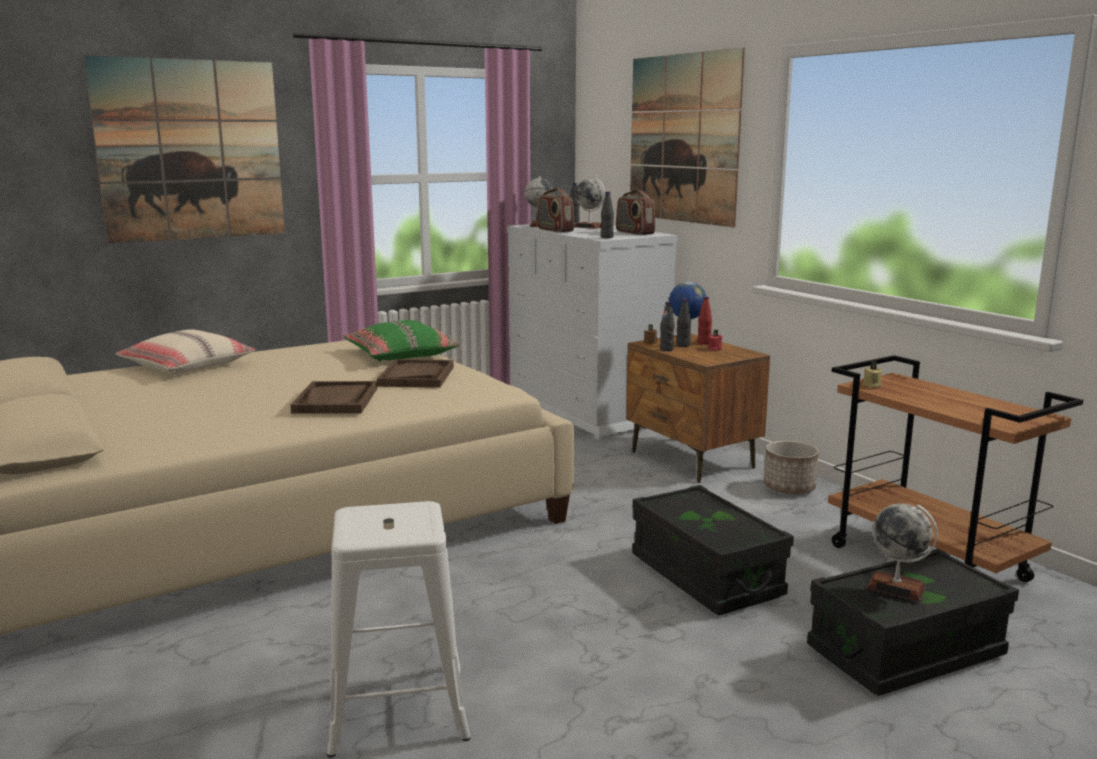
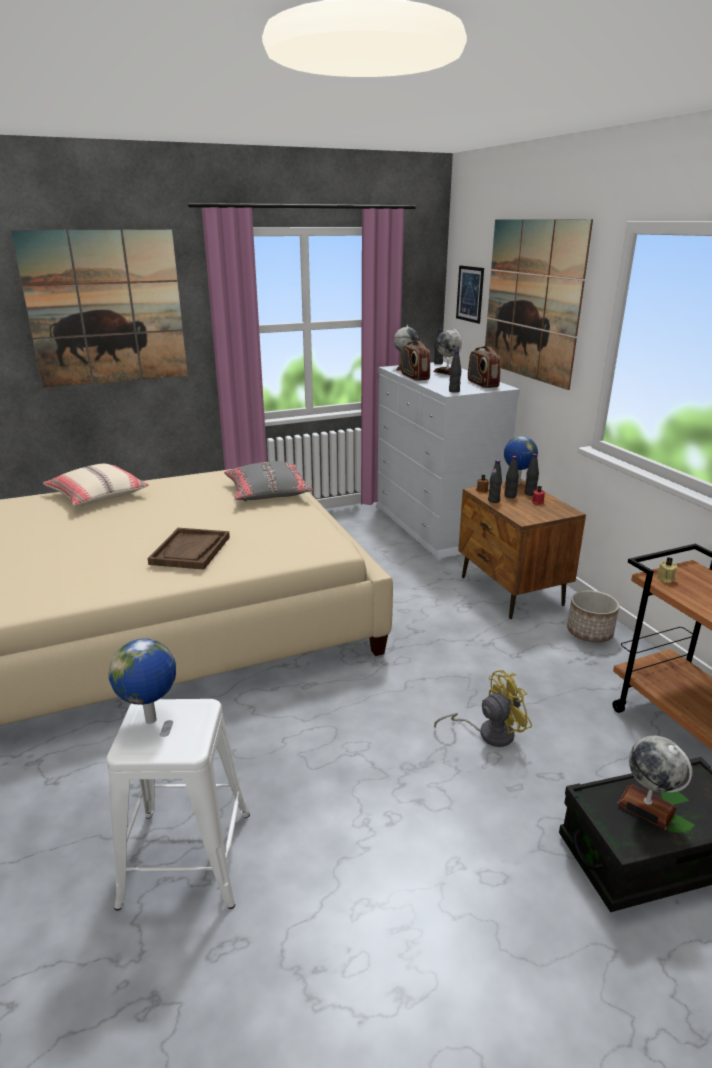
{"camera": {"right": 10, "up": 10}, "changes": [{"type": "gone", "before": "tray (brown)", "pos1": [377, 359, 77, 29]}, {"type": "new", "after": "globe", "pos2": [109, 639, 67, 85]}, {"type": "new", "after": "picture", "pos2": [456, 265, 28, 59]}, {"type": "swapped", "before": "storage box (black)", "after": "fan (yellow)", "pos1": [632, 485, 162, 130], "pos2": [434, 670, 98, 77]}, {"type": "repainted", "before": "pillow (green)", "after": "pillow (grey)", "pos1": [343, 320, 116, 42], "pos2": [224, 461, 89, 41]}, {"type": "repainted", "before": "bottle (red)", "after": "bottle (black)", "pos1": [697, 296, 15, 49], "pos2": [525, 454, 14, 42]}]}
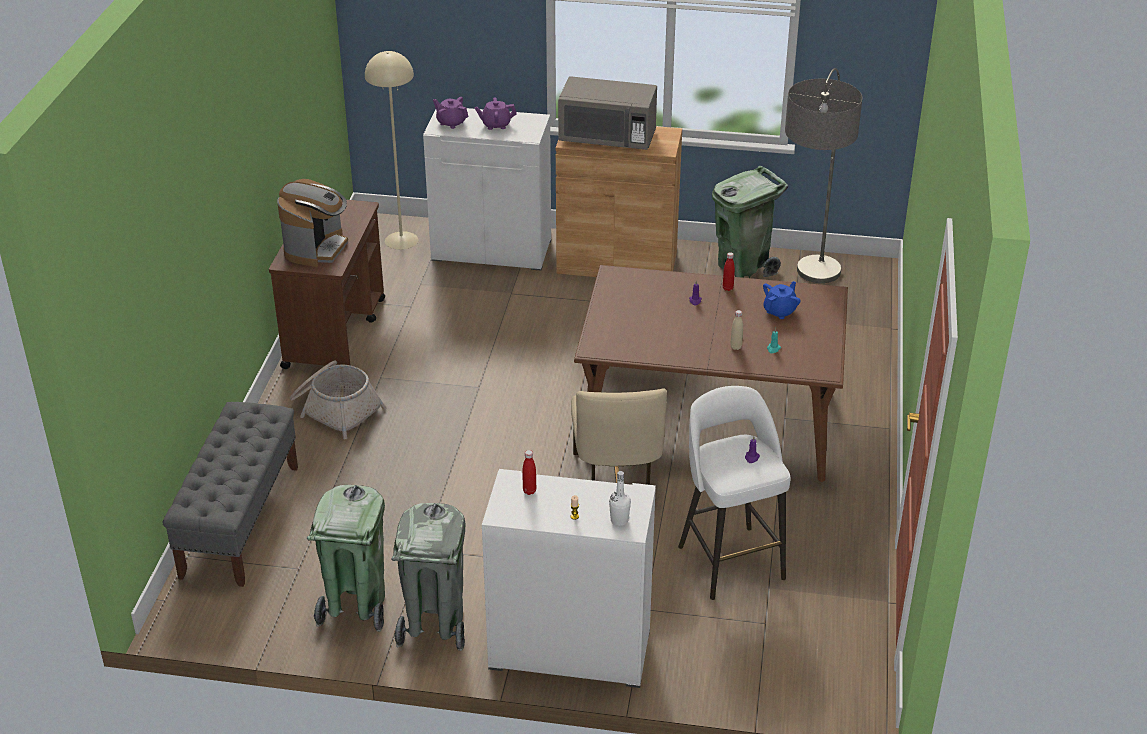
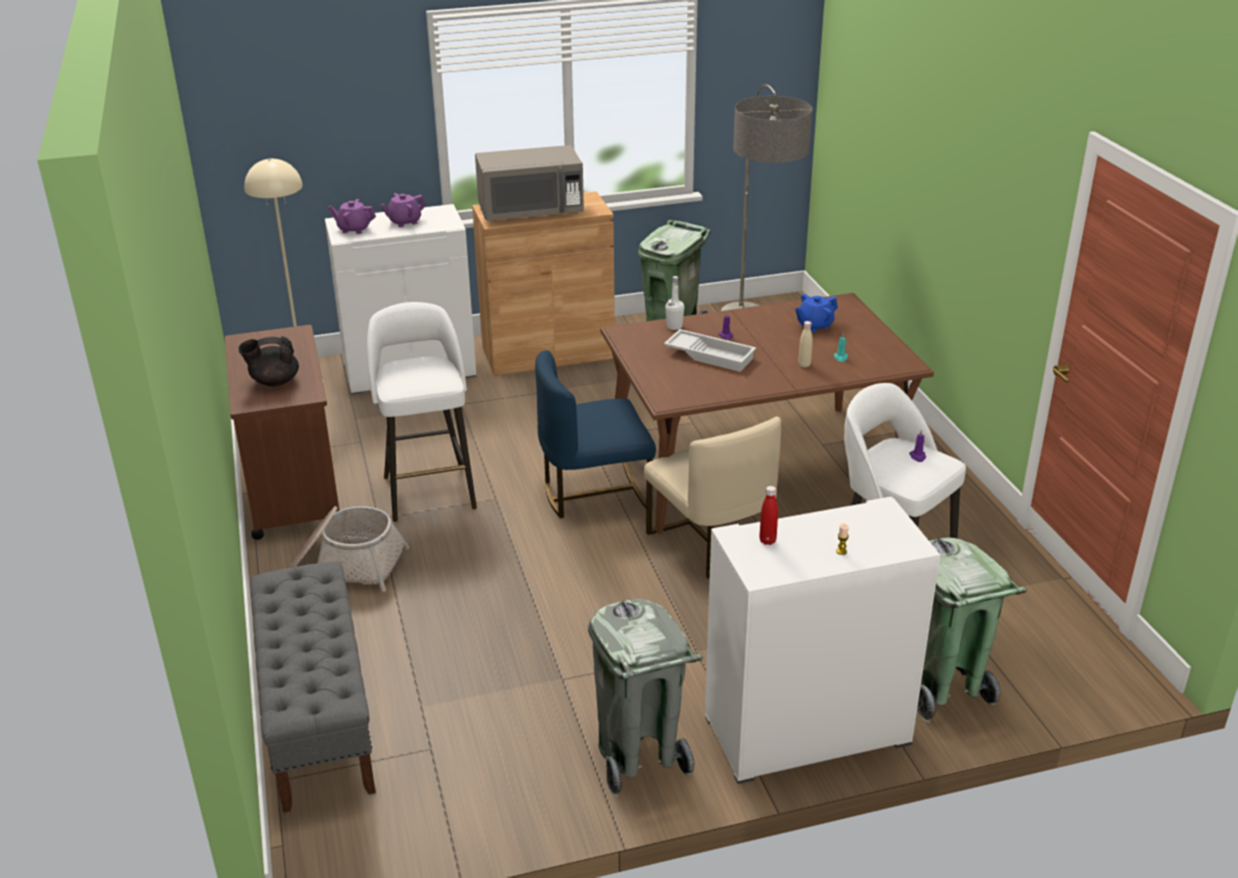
{"camera": {"right": -25, "up": -5}, "changes": [{"type": "gone", "before": "bottle (red)", "pos1": [723, 252, 12, 39]}, {"type": "new", "after": "stool (white)", "pos2": [367, 302, 110, 220]}, {"type": "new", "after": "chair (blue)", "pos2": [535, 350, 121, 168]}, {"type": "new", "after": "tray (white)", "pos2": [664, 329, 92, 43]}, {"type": "shifted", "before": "trash can (green)", "pos1": [307, 485, 78, 147], "pos2": [917, 538, 110, 185]}, {"type": "shifted", "before": "bottle (white)", "pos1": [609, 471, 22, 55], "pos2": [665, 276, 19, 54]}, {"type": "swapped", "before": "coffee machine", "after": "teapot (black)", "pos1": [277, 179, 71, 88], "pos2": [238, 336, 61, 51]}, {"type": "rotated", "before": "teapot (blue)", "pos1": [763, 281, 38, 38], "pos2": [795, 294, 43, 38], "turn": -135}]}
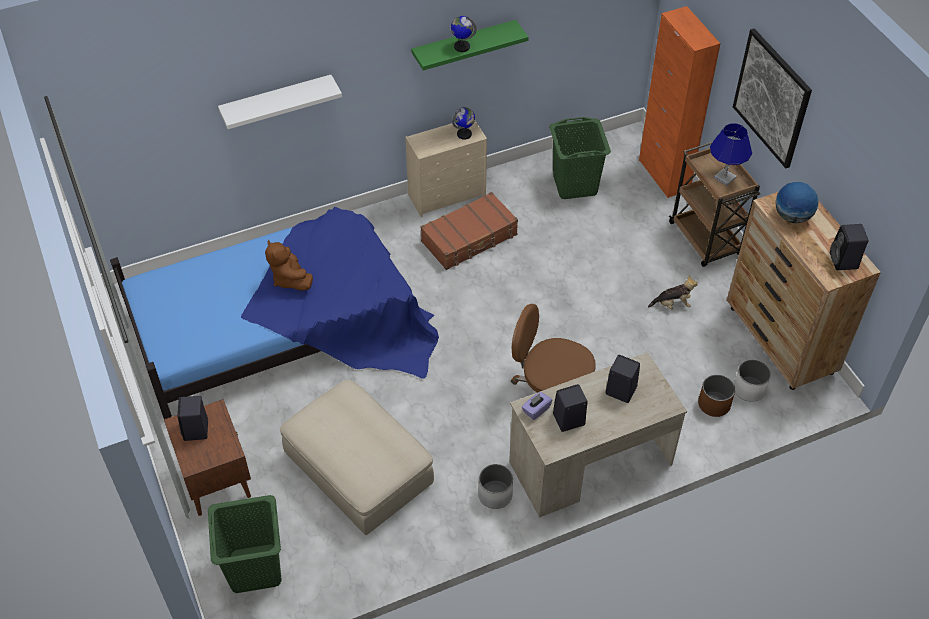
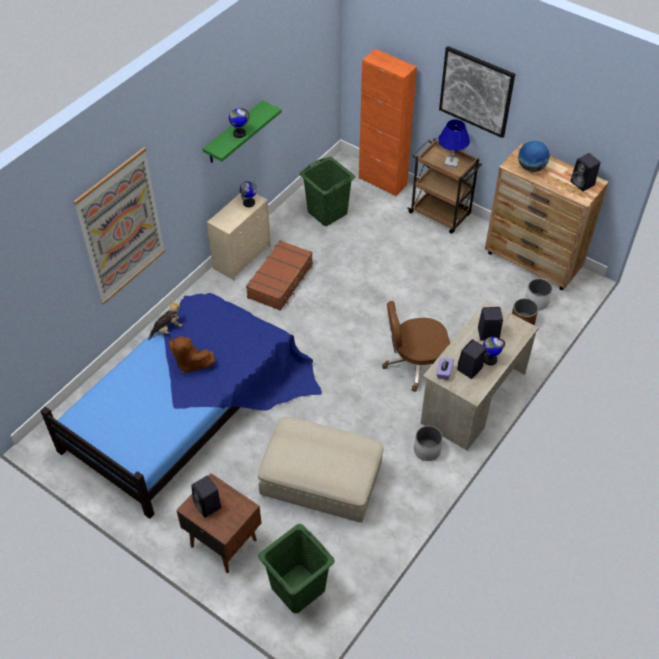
{"camera": {"right": -30, "up": 0}, "changes": [{"type": "new", "after": "globe", "pos2": [483, 337, 22, 28]}, {"type": "shifted", "before": "plush toy", "pos1": [648, 275, 50, 34], "pos2": [148, 301, 34, 39]}, {"type": "swapped", "before": "shelf (white)", "after": "picture", "pos1": [218, 75, 124, 54], "pos2": [73, 147, 92, 158]}]}
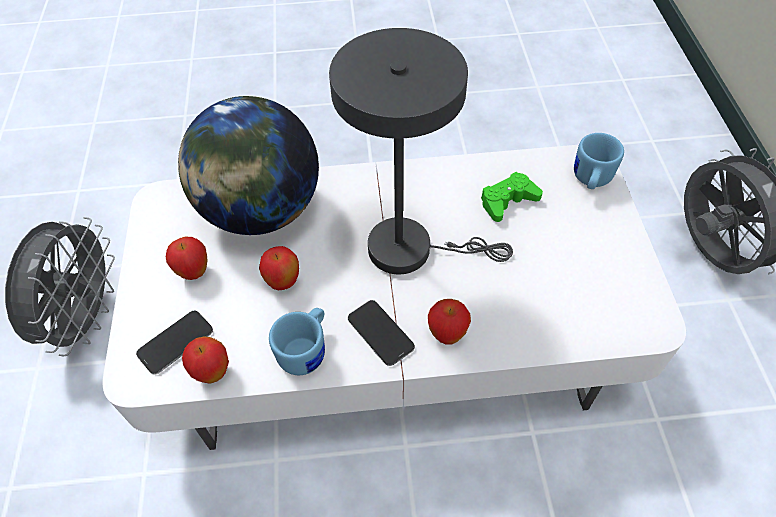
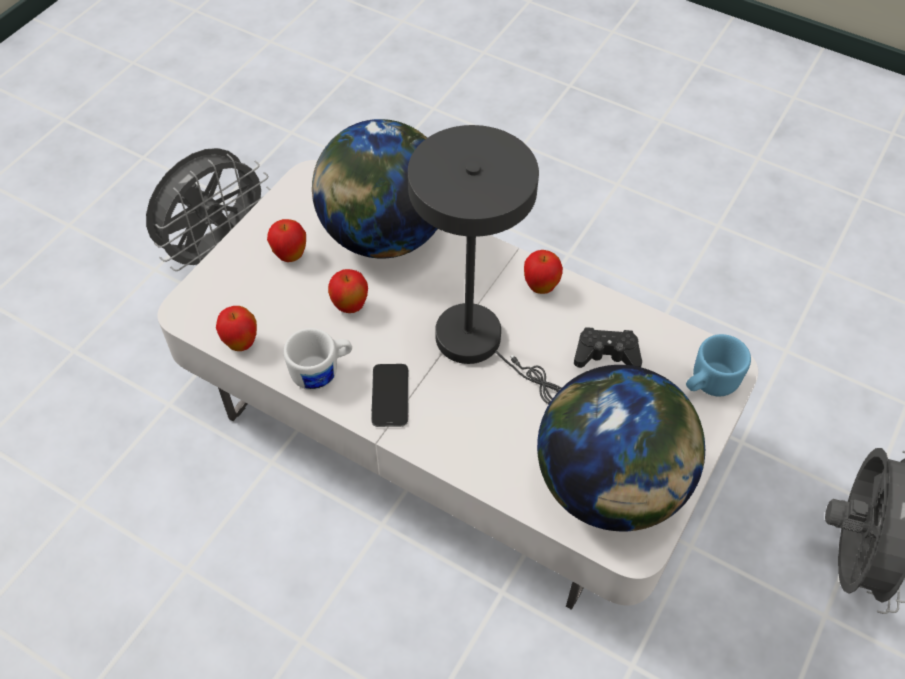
{"camera": {"right": 35, "up": 0}, "changes": [{"type": "gone", "before": "phone", "pos1": [136, 310, 77, 65]}, {"type": "new", "after": "globe", "pos2": [537, 365, 168, 166]}, {"type": "shifted", "before": "apple", "pos1": [428, 299, 43, 45], "pos2": [524, 250, 39, 44]}, {"type": "repainted", "before": "mug (blue)", "after": "mug (white)", "pos1": [269, 308, 56, 67], "pos2": [284, 328, 68, 62]}, {"type": "repainted", "before": "game controller (green)", "after": "game controller (black)", "pos1": [481, 172, 62, 50], "pos2": [574, 327, 68, 41]}]}
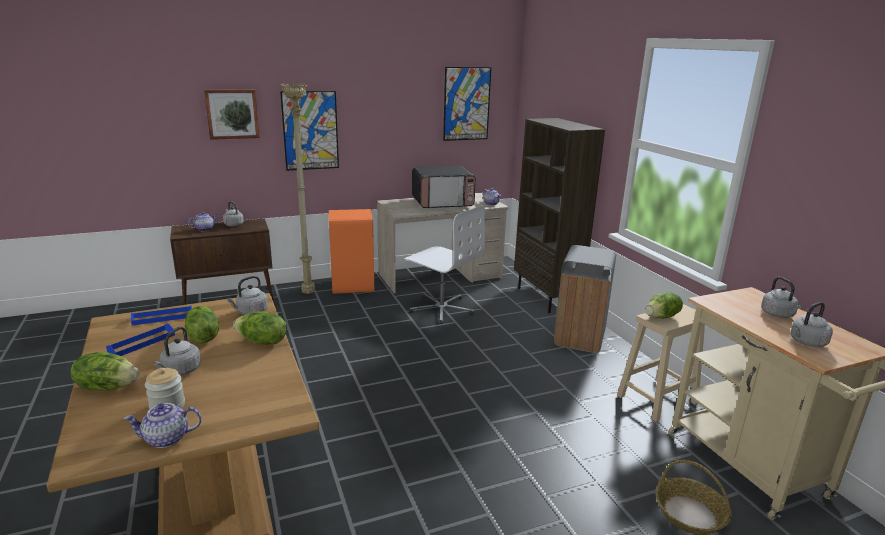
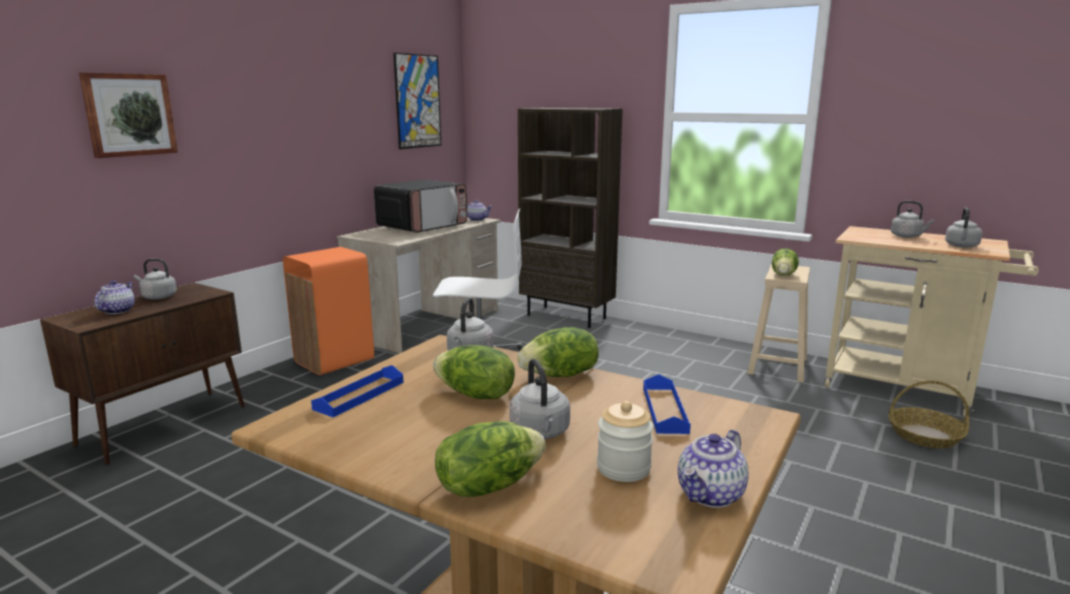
{"camera": {"right": -35, "up": -5}, "changes": [{"type": "gone", "before": "floor lamp (beige)", "pos1": [280, 83, 35, 211]}, {"type": "gone", "before": "picture", "pos1": [280, 91, 59, 80]}, {"type": "gone", "before": "trash can (grey)", "pos1": [554, 245, 62, 108]}, {"type": "shifted", "before": "tray (blue)", "pos1": [106, 324, 69, 32], "pos2": [643, 374, 48, 60]}]}
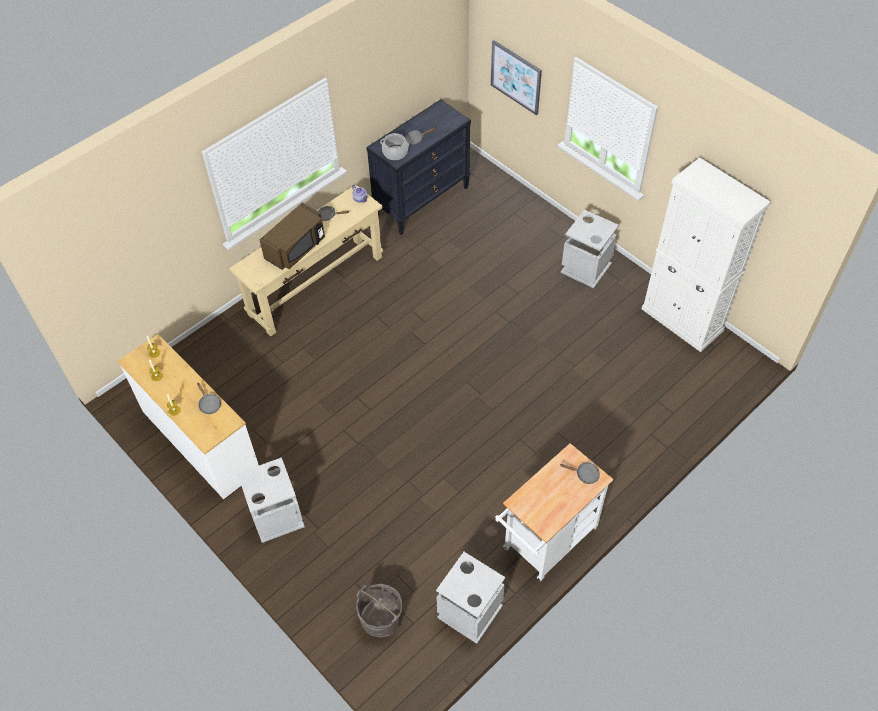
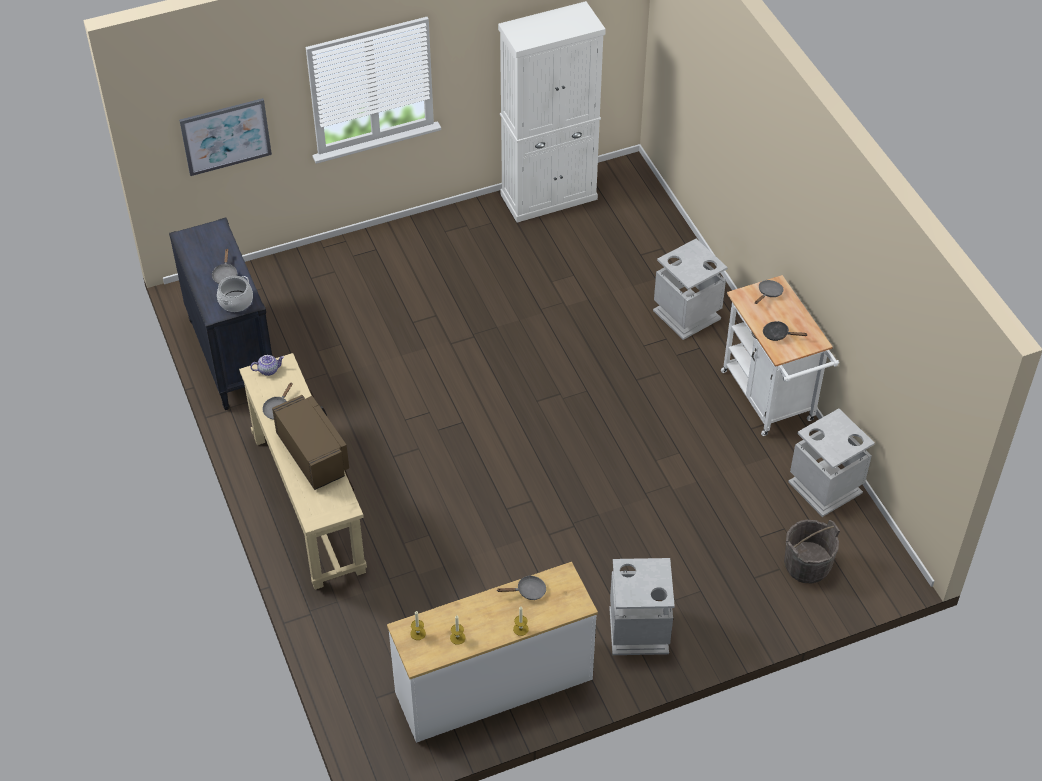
{"camera": {"right": -70, "up": -5}, "changes": [{"type": "new", "after": "frying pan (black)", "pos2": [763, 321, 44, 20]}, {"type": "shifted", "before": "trash can (grey)", "pos1": [560, 209, 59, 79], "pos2": [653, 239, 75, 101]}]}
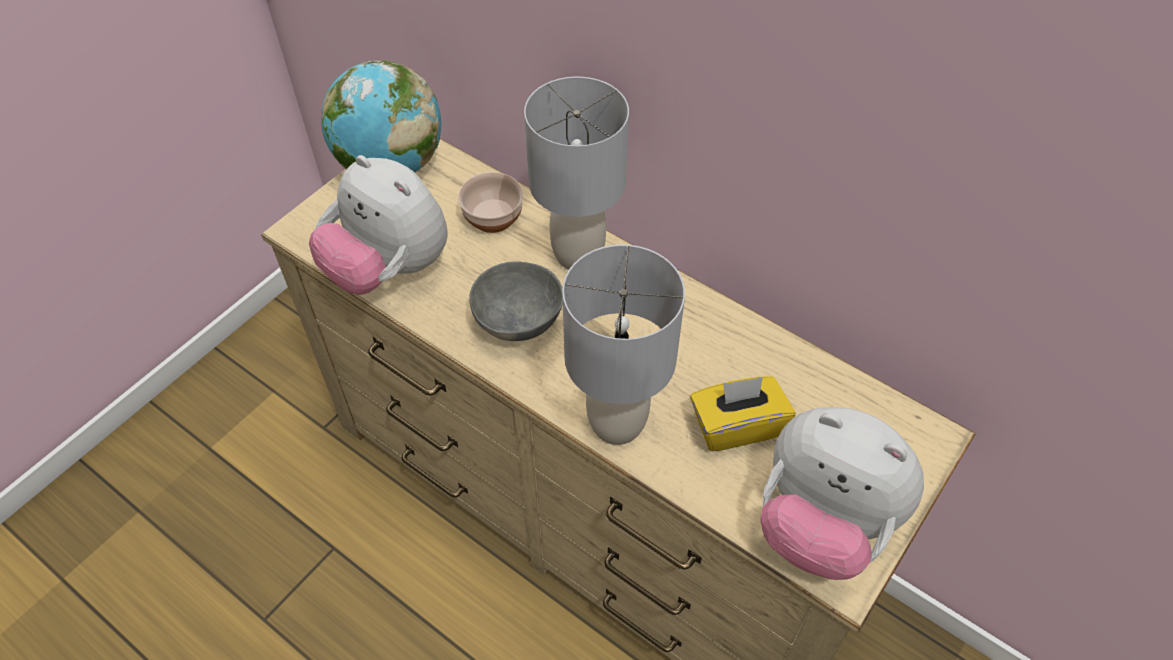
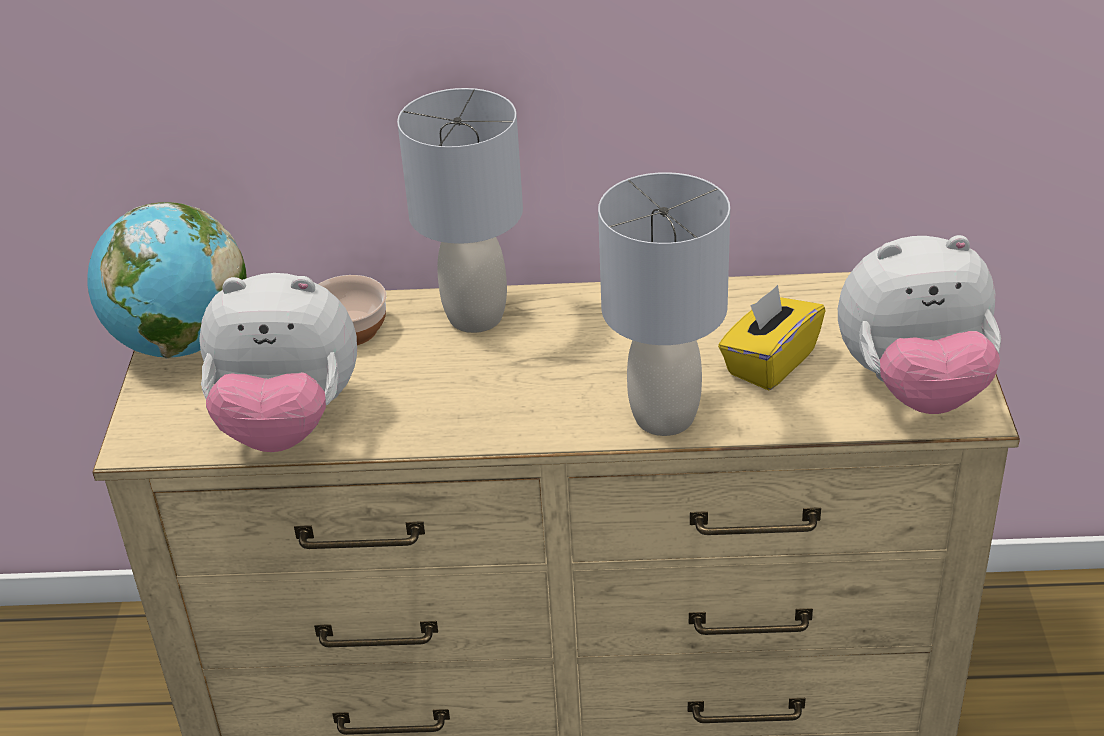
{"camera": {"right": -35, "up": -15}, "changes": [{"type": "gone", "before": "bowl (grey)", "pos1": [469, 261, 94, 80]}]}
